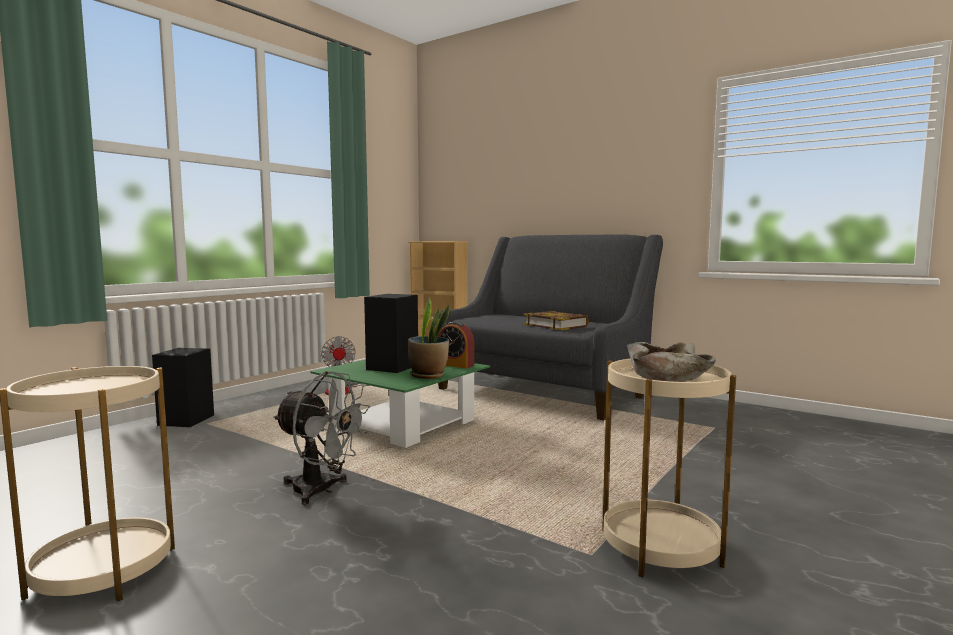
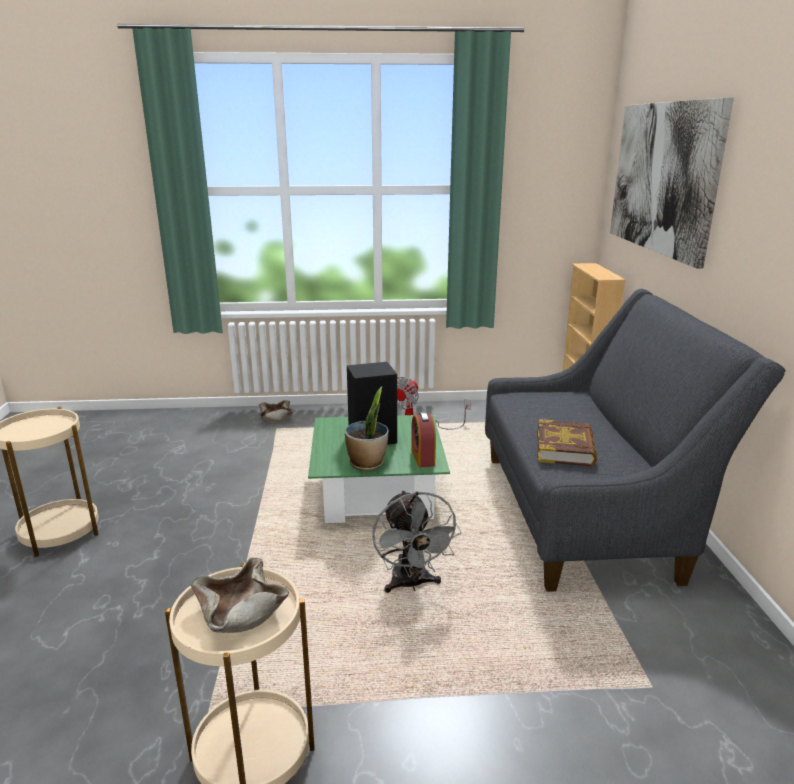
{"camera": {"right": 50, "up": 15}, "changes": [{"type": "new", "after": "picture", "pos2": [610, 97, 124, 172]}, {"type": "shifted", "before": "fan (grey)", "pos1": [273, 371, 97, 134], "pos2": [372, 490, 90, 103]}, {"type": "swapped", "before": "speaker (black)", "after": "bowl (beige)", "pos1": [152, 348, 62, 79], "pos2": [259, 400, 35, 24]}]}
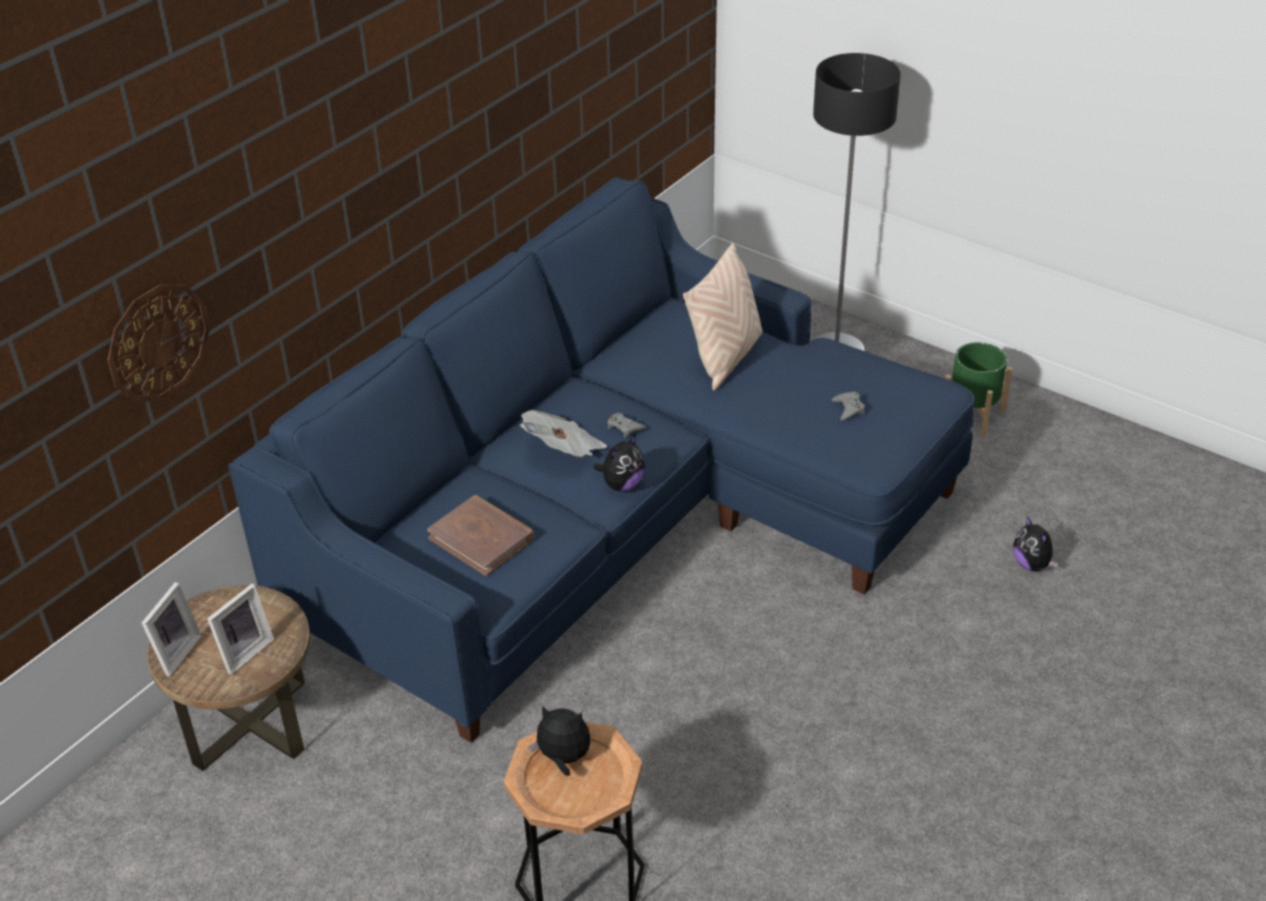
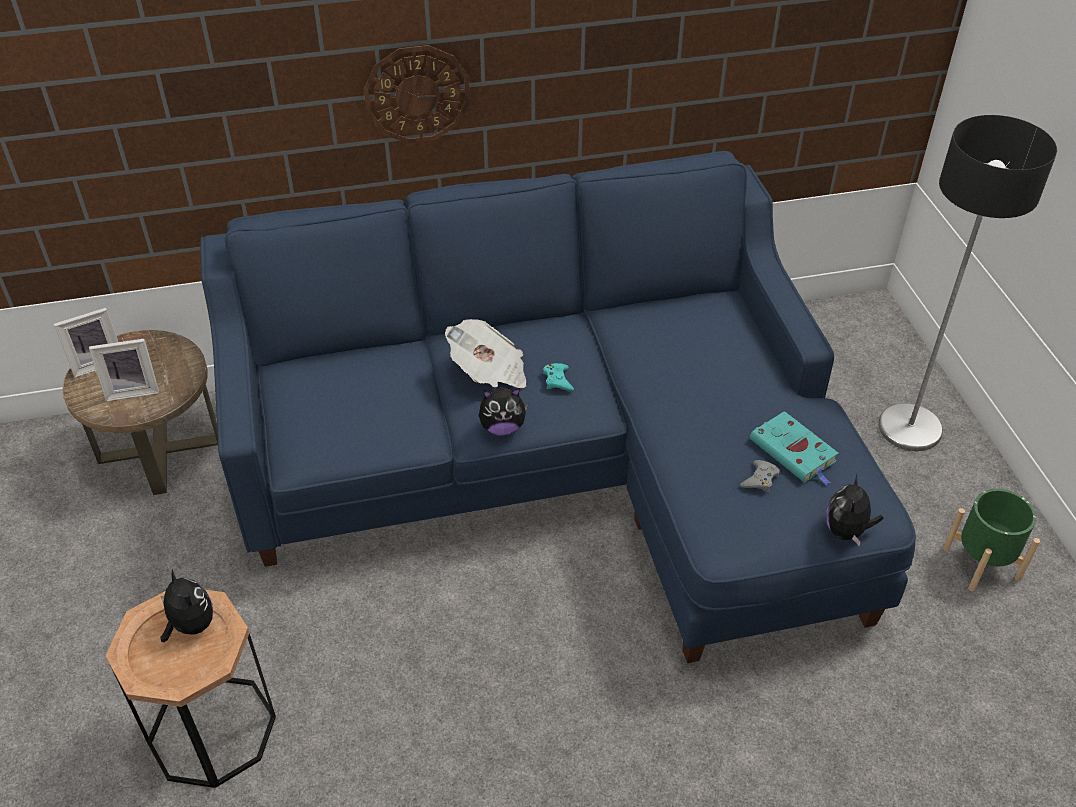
{"camera": {"right": 40, "up": 5}, "changes": [{"type": "gone", "before": "book (brown)", "pos1": [427, 495, 107, 81]}, {"type": "gone", "before": "pillow (beige)", "pos1": [683, 242, 80, 148]}, {"type": "new", "after": "book (turquoise)", "pos2": [750, 411, 89, 74]}, {"type": "shifted", "before": "wall clock", "pos1": [107, 285, 103, 117], "pos2": [363, 45, 107, 98]}, {"type": "shifted", "before": "plush toy", "pos1": [1013, 517, 45, 54], "pos2": [826, 474, 58, 72]}, {"type": "repainted", "before": "game controller (grey)", "after": "game controller (turquoise)", "pos1": [608, 413, 38, 25], "pos2": [543, 363, 31, 28]}]}
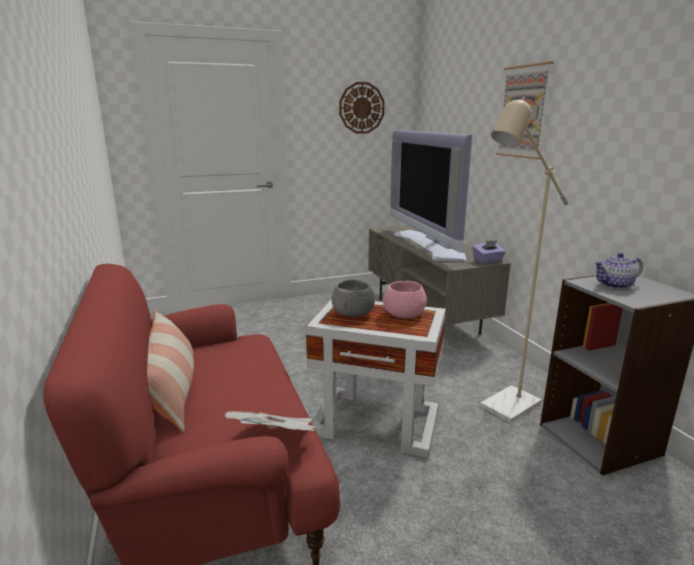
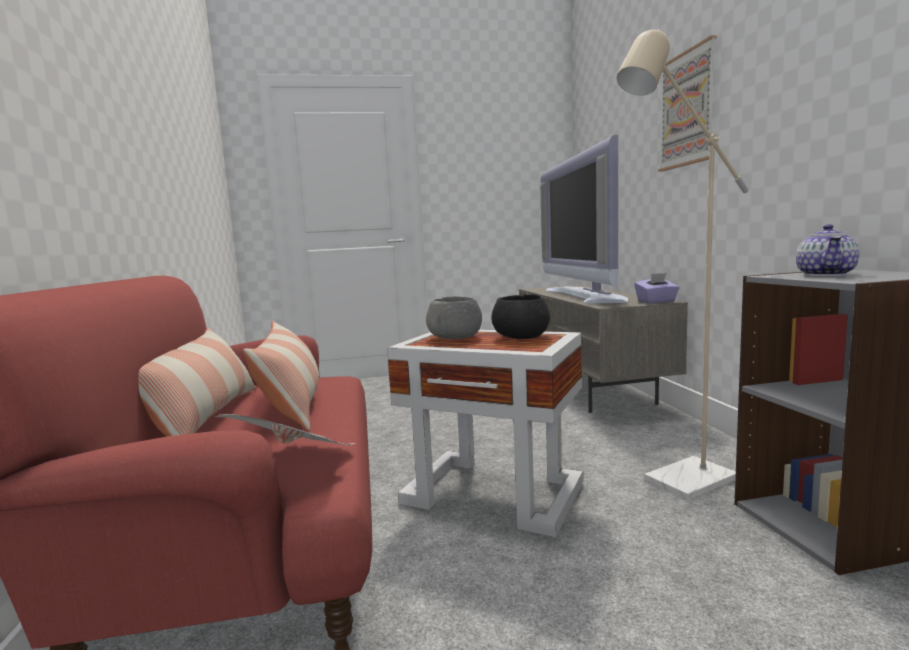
{"camera": {"right": 10, "up": -10}, "changes": [{"type": "gone", "before": "wall clock", "pos1": [339, 82, 46, 52]}, {"type": "new", "after": "pillow", "pos2": [243, 321, 76, 110]}, {"type": "repainted", "before": "bowl (pink)", "after": "bowl (black)", "pos1": [383, 281, 44, 37], "pos2": [491, 294, 59, 45]}, {"type": "rotated", "before": "teapot", "pos1": [594, 253, 49, 36], "pos2": [796, 224, 63, 52], "turn": -60}]}
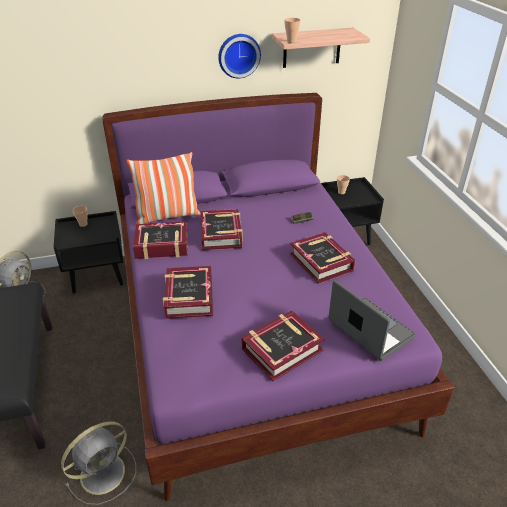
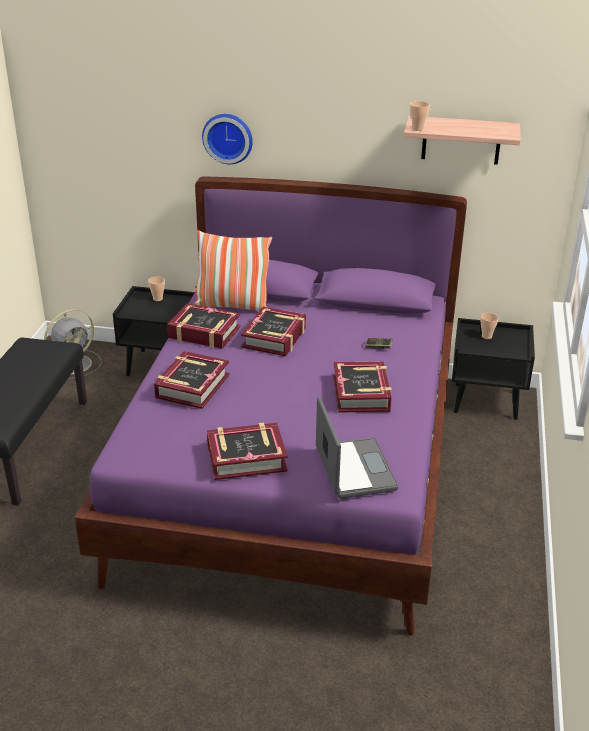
{"camera": {"right": 25, "up": -5}, "changes": [{"type": "gone", "before": "fan (grey)", "pos1": [61, 421, 75, 84]}, {"type": "shifted", "before": "wall clock", "pos1": [218, 34, 43, 45], "pos2": [202, 114, 51, 50]}]}
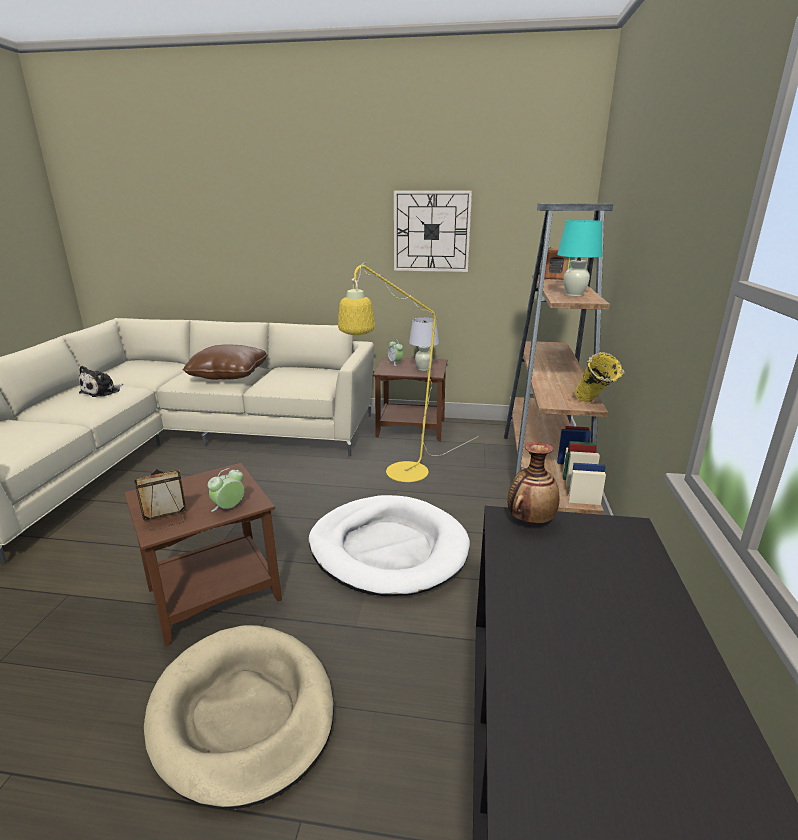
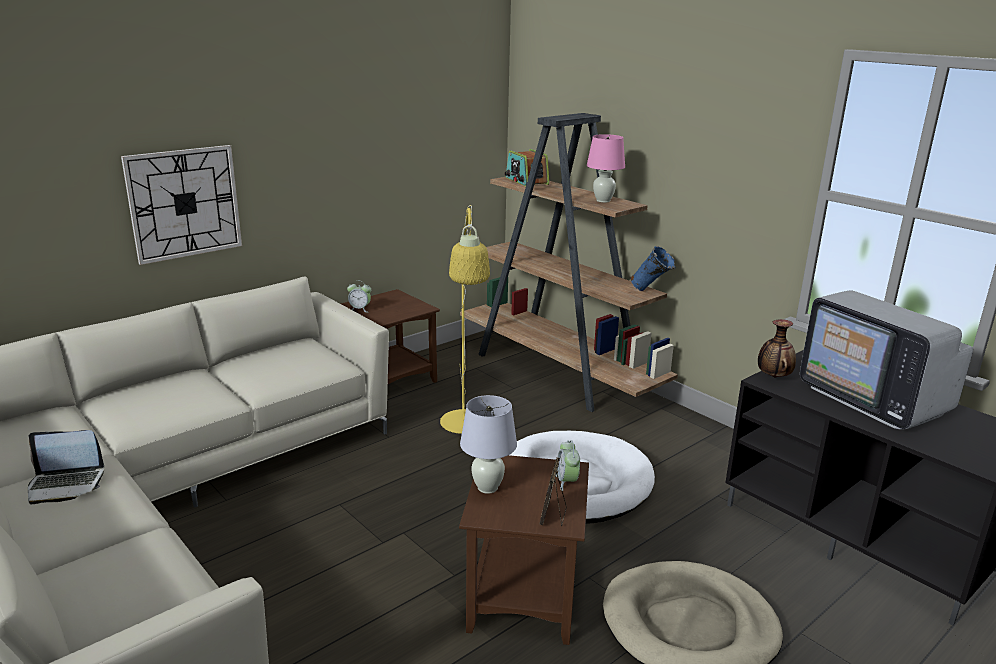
{"camera": {"right": -50, "up": 0}, "changes": [{"type": "gone", "before": "pillow (brown)", "pos1": [182, 344, 86, 36]}, {"type": "new", "after": "television", "pos2": [800, 291, 173, 138]}, {"type": "shifted", "before": "wall clock", "pos1": [394, 190, 78, 82], "pos2": [121, 145, 121, 120]}, {"type": "shifted", "before": "table lamp (white)", "pos1": [409, 318, 30, 53], "pos2": [460, 395, 57, 99]}, {"type": "swapped", "before": "plush toy", "after": "laptop", "pos1": [79, 366, 44, 31], "pos2": [28, 430, 77, 74]}, {"type": "repainted", "before": "table lamp (turquoise)", "after": "table lamp (pink)", "pos1": [557, 220, 45, 76], "pos2": [587, 134, 38, 69]}, {"type": "repainted", "before": "vase (yellow)", "after": "vase (blue)", "pos1": [575, 352, 50, 50], "pos2": [631, 246, 45, 45]}]}
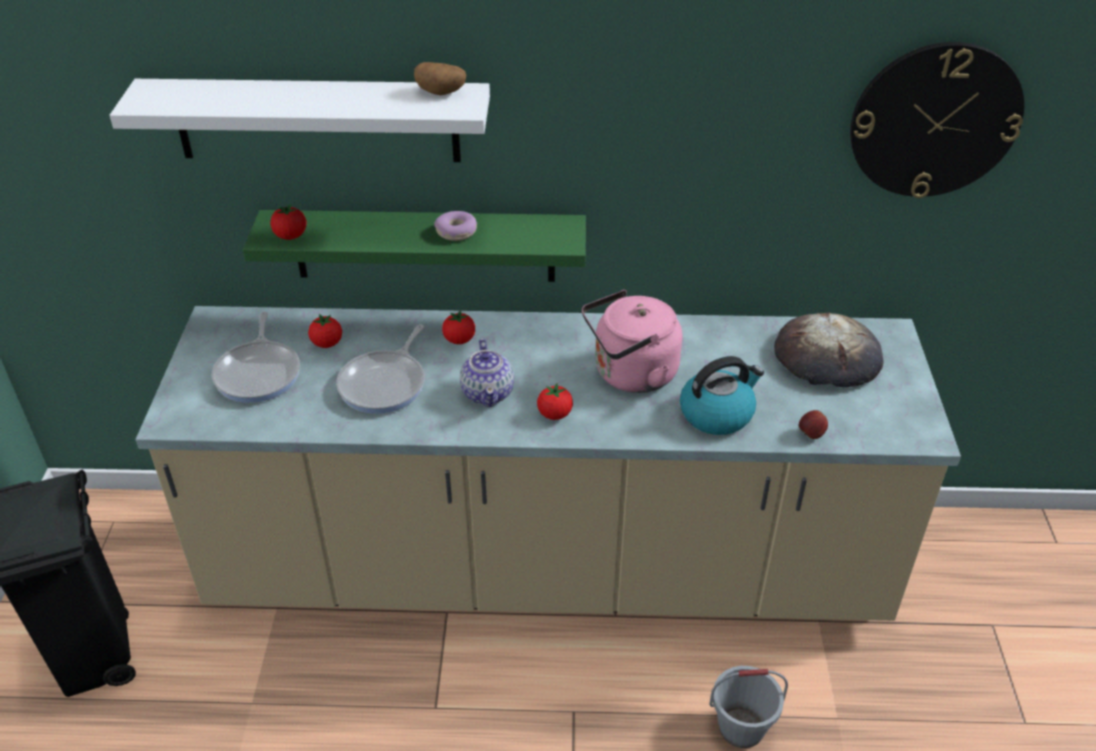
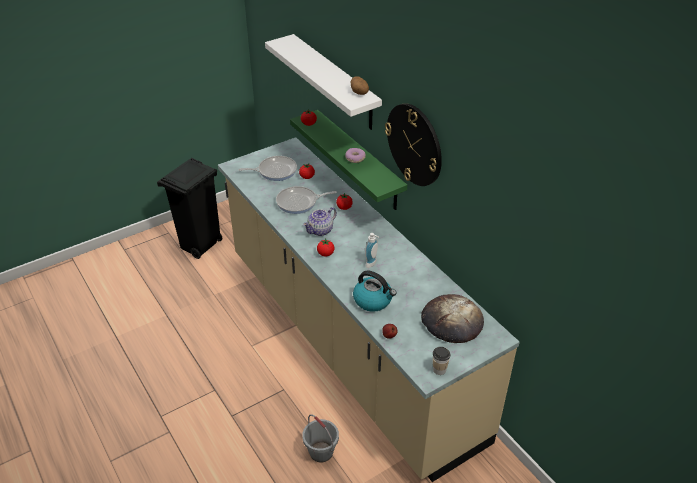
{"camera": {"right": 55, "up": 0}, "changes": [{"type": "new", "after": "cup", "pos2": [433, 347, 17, 28]}, {"type": "shifted", "before": "wall clock", "pos1": [850, 42, 174, 156], "pos2": [385, 103, 57, 83]}, {"type": "swapped", "before": "kettle (pink)", "after": "soap dispenser", "pos1": [582, 290, 100, 103], "pos2": [365, 233, 14, 35]}, {"type": "rotated", "before": "frying pan", "pos1": [212, 312, 88, 91], "pos2": [238, 156, 59, 25], "turn": -150}]}
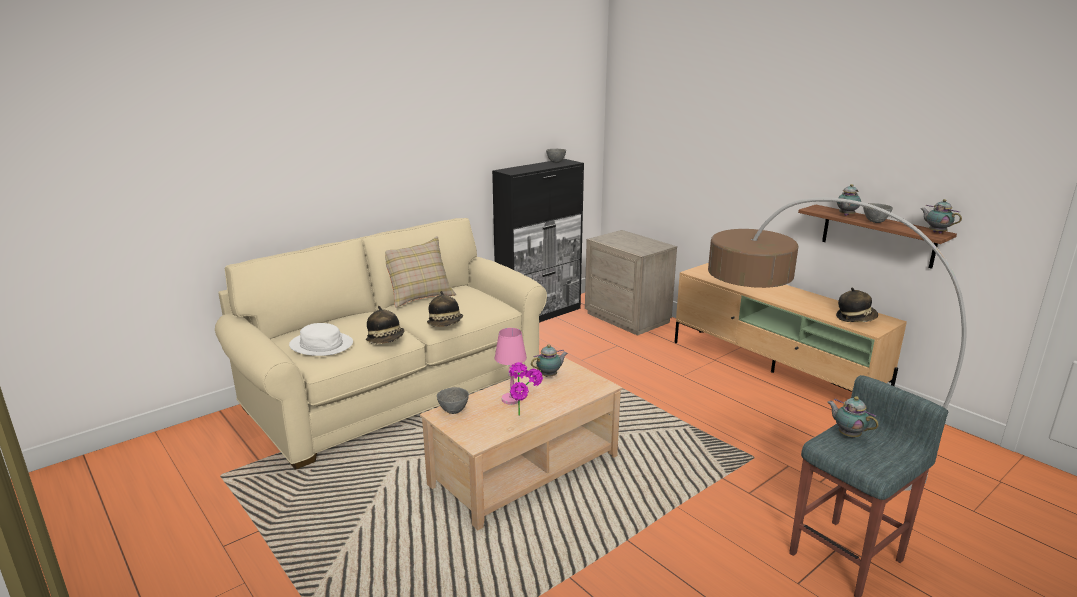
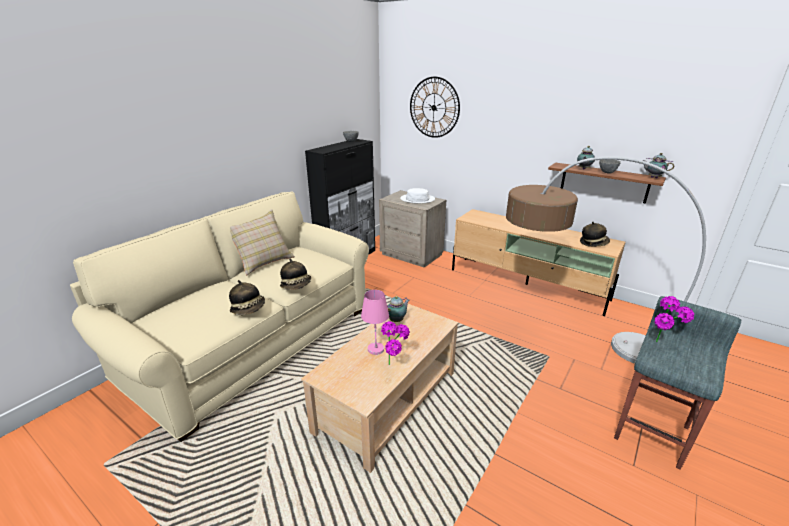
{"camera": {"right": -15, "up": 5}, "changes": [{"type": "gone", "before": "bowl (grey)", "pos1": [437, 387, 32, 27]}, {"type": "new", "after": "wall clock", "pos2": [410, 77, 50, 61]}, {"type": "shifted", "before": "hat (white)", "pos1": [289, 323, 64, 33], "pos2": [400, 188, 35, 15]}, {"type": "swapped", "before": "teapot", "after": "potted plant", "pos1": [828, 396, 51, 41], "pos2": [654, 296, 40, 46]}]}
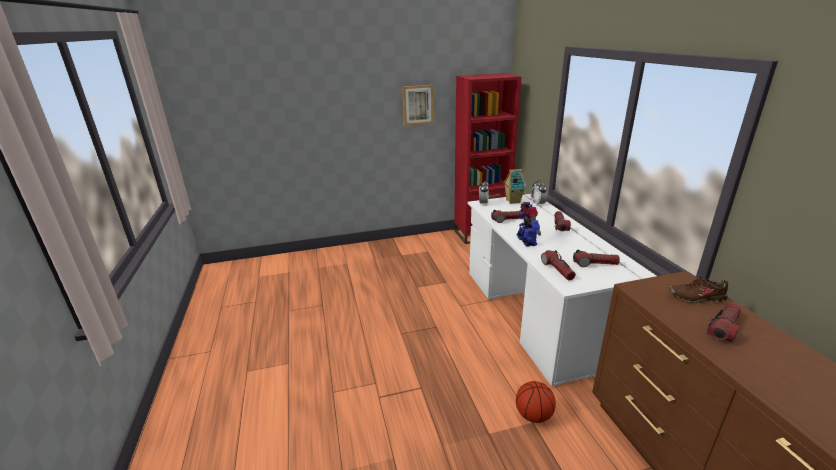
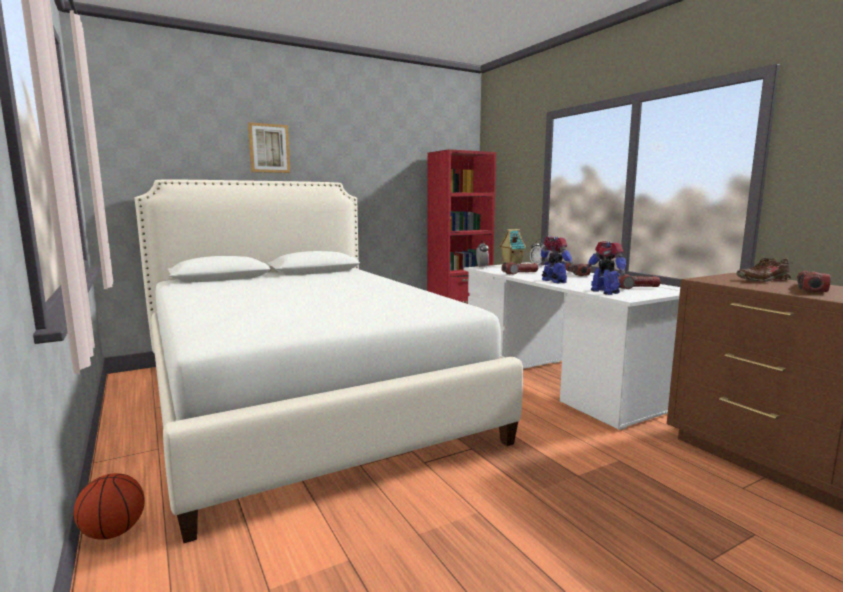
{"camera": {"right": -15, "up": -15}, "changes": [{"type": "new", "after": "bed (white)", "pos2": [135, 180, 388, 363]}, {"type": "shifted", "before": "picture", "pos1": [402, 85, 32, 41], "pos2": [248, 122, 42, 51]}, {"type": "shifted", "before": "basketball", "pos1": [516, 381, 40, 42], "pos2": [74, 473, 71, 67]}, {"type": "swapped", "before": "flashlight", "after": "toy robot", "pos1": [541, 250, 35, 31], "pos2": [586, 241, 40, 54]}]}
